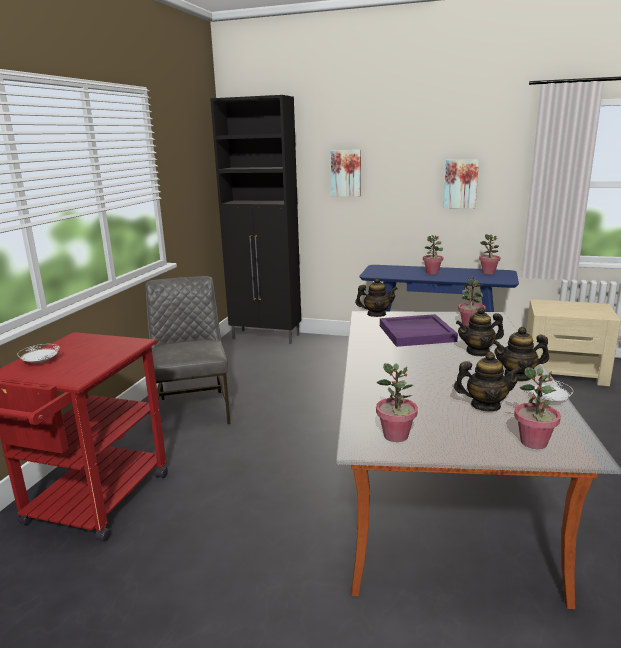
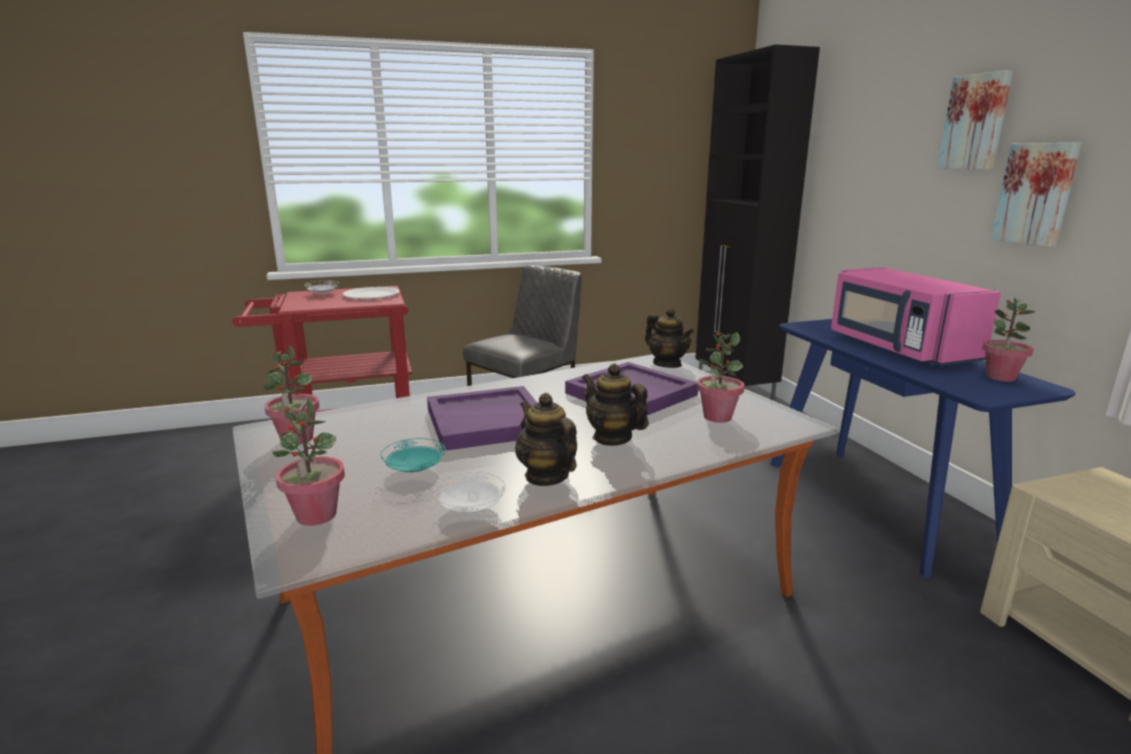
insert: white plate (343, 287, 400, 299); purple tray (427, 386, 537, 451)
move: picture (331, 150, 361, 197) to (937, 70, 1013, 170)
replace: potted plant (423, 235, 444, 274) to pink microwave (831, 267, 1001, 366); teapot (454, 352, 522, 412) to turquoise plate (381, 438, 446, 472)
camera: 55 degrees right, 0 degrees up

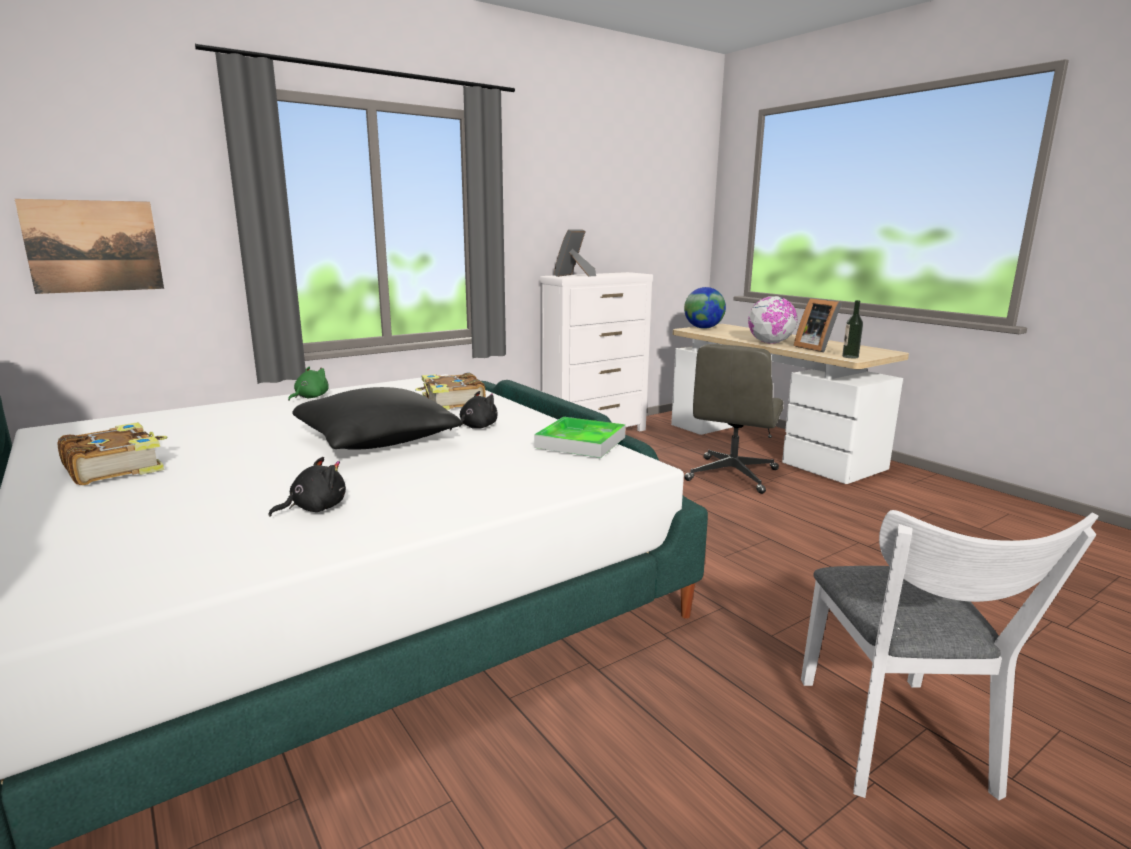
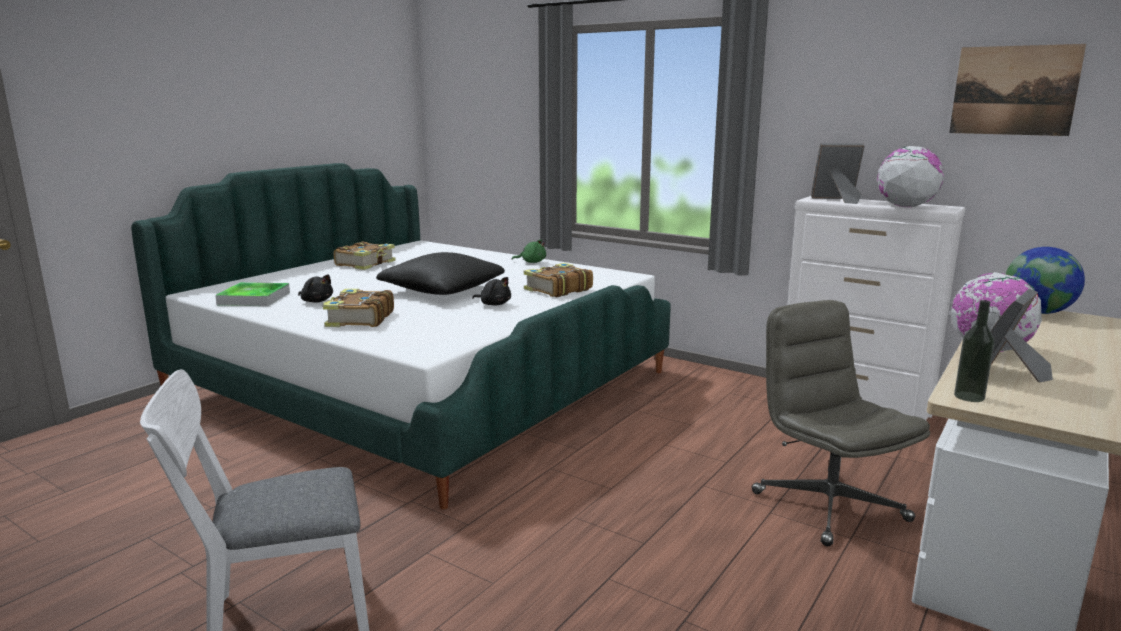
insert: book (323, 289, 394, 327); globe (877, 146, 944, 207)
move: picture (15, 199, 164, 294) to (949, 44, 1086, 136); tray (534, 417, 626, 458) to (215, 282, 290, 306)
rotate: grey office chair (684, 344, 784, 494) = (752, 300, 930, 546) 60 degrees clockwise
camera: 70 degrees right, 0 degrees up

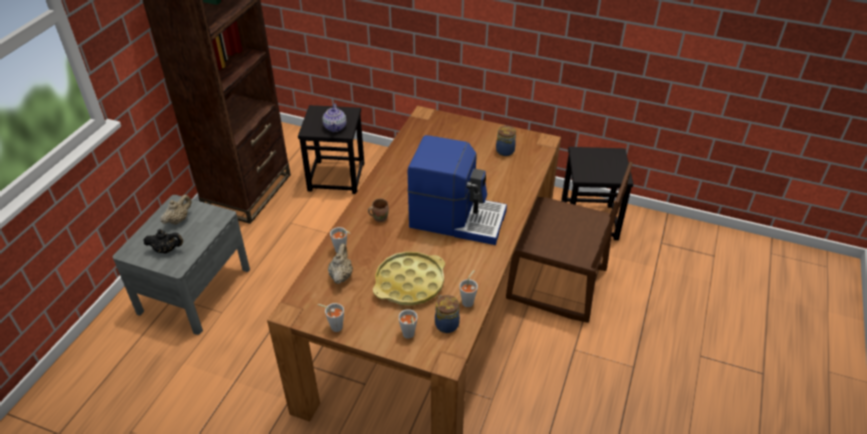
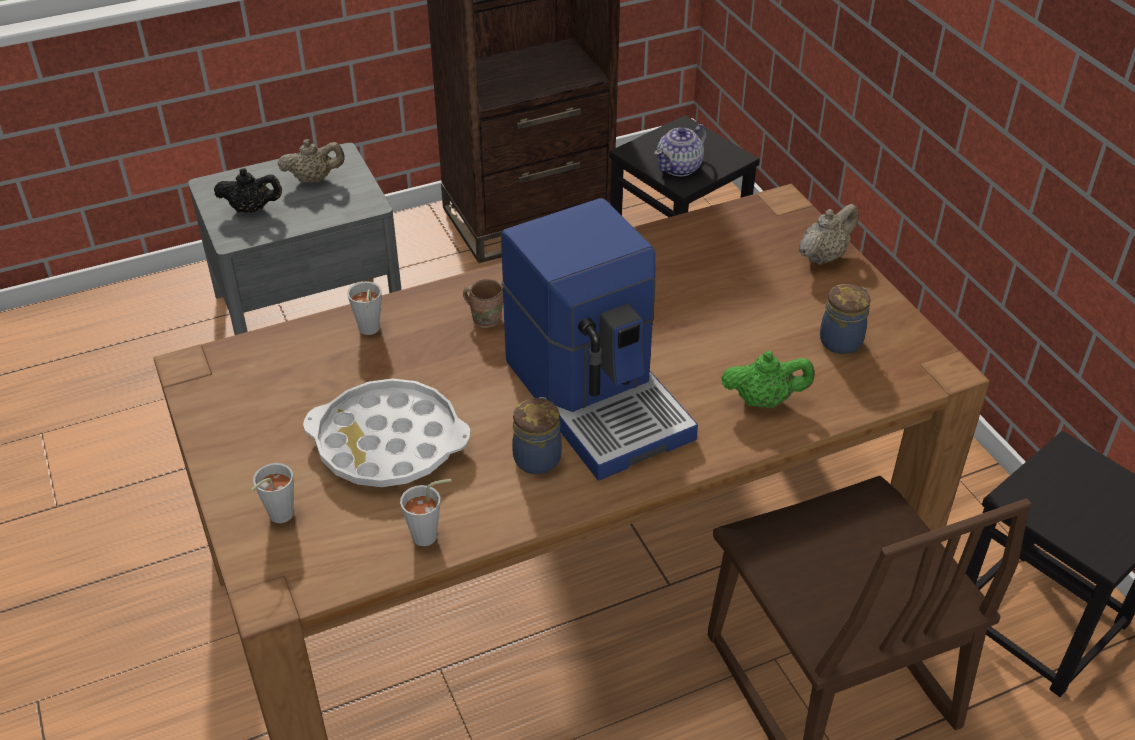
delete: grey cup (318, 303, 344, 332)
insert: green teapot (721, 351, 815, 408)
move: beige teapot (328, 243, 353, 284) to (799, 204, 858, 265); jar (435, 295, 460, 333) to (512, 397, 562, 475)
recolor: yellow tray (373, 252, 445, 306) to white tray (303, 379, 471, 487)
rotate: black teapot (143, 229, 183, 253) = (214, 168, 282, 213) 45 degrees counterclockwise
camera: 45 degrees right, 0 degrees up

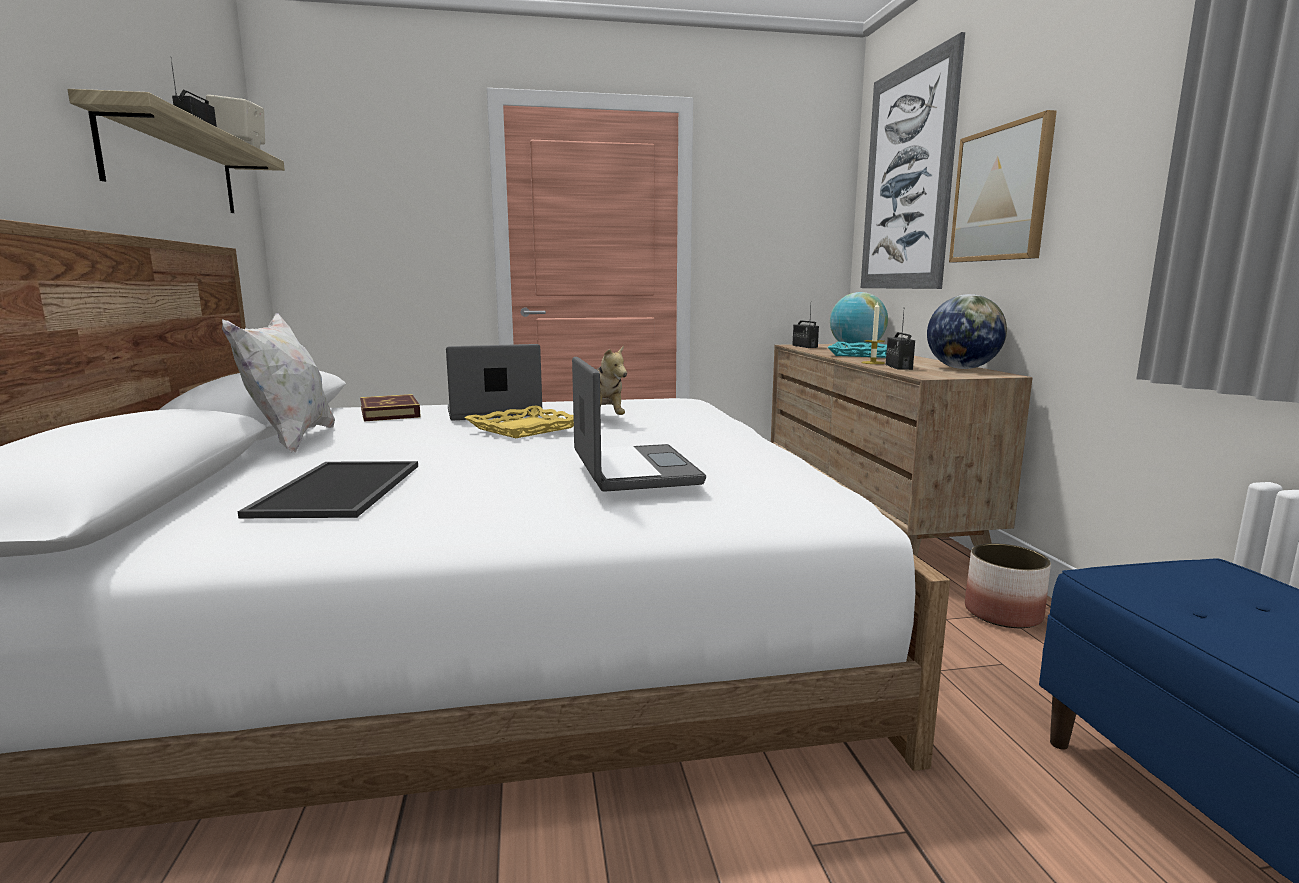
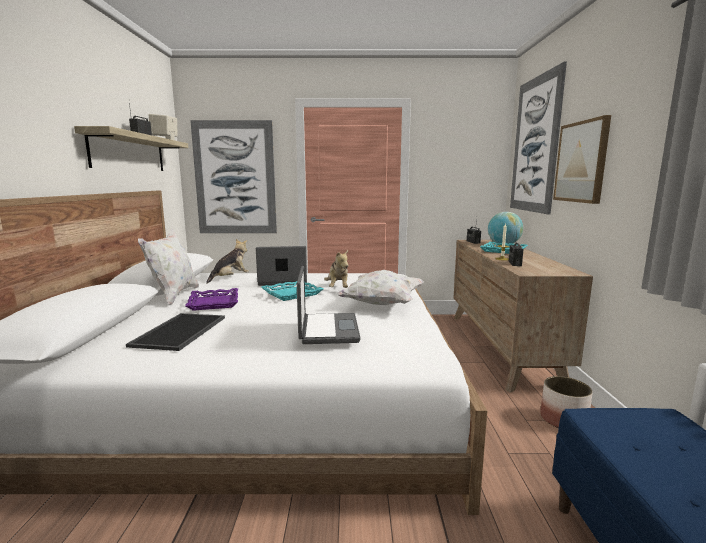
delete: globe (927, 294, 1007, 369)
insert: purple tray (185, 288, 238, 311); picture (190, 120, 277, 233); white pillow (337, 270, 424, 305)
replace: book (360, 394, 421, 421) to plush toy (206, 239, 249, 284)
recolor: yellow tray (465, 405, 574, 438) to turquoise tray (261, 281, 323, 301)
camera: 10 degrees right, 0 degrees up

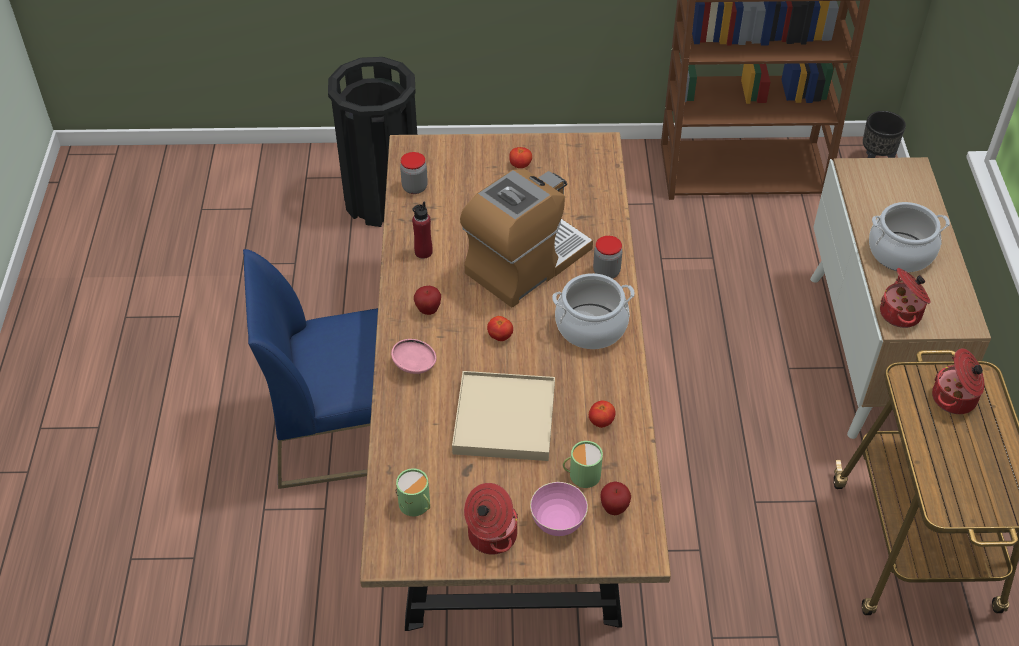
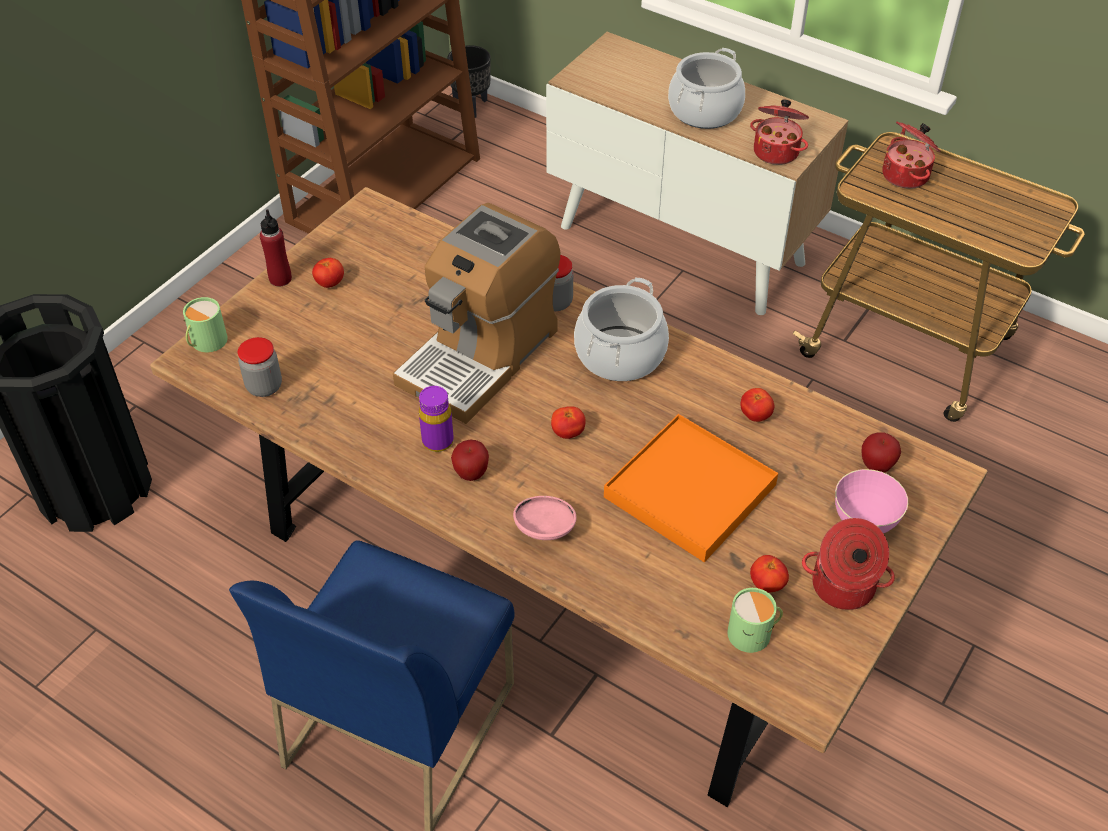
insert: purple bottle (419, 386, 454, 452); tomato (750, 555, 789, 593)
move: red bottle (412, 201, 433, 259) to (260, 210, 292, 286); green mug (563, 441, 603, 488) to (183, 297, 228, 353)
recolor: beige tray (452, 371, 555, 461) to orange tray (604, 414, 778, 562)
rotate: coffee machine (460, 169, 593, 307) = (393, 203, 560, 424) 135 degrees counterclockwise
camera: 55 degrees left, 0 degrees up

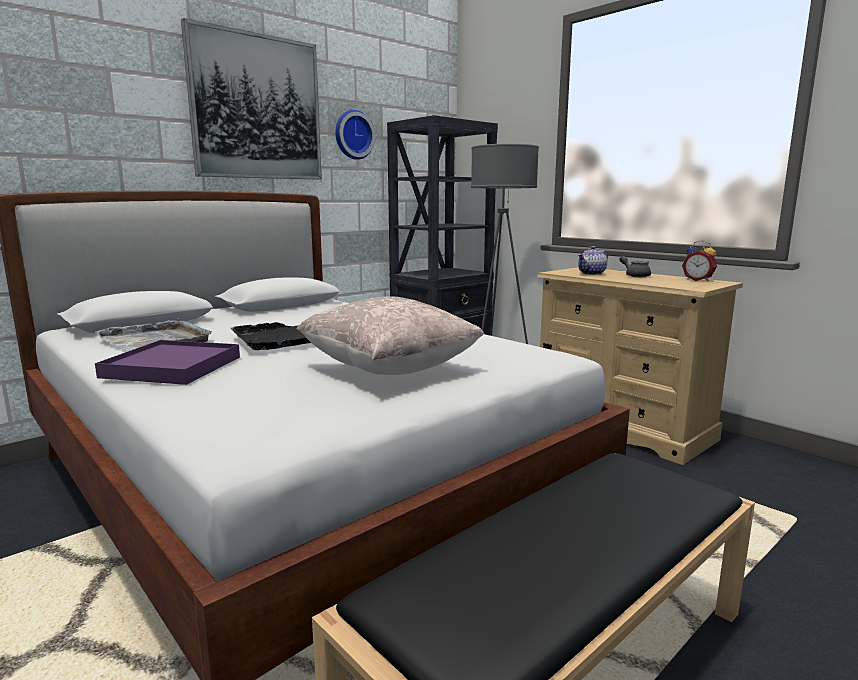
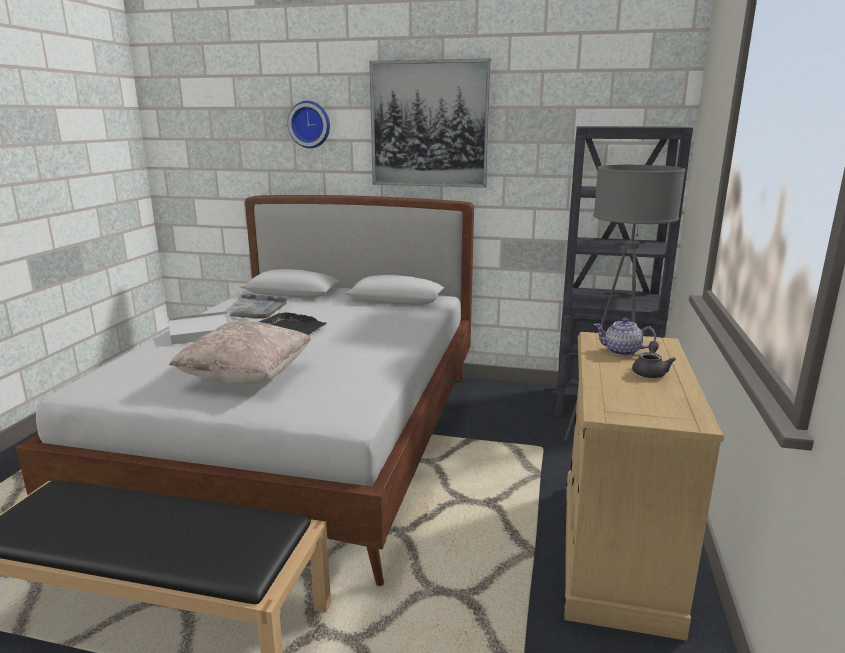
delete: alarm clock (682, 240, 717, 282)
move: wall clock (335, 110, 375, 160) to (288, 101, 330, 148)
recolor: purple tray (95, 340, 240, 385) to white tray (168, 311, 232, 345)
camera: 55 degrees right, 5 degrees up

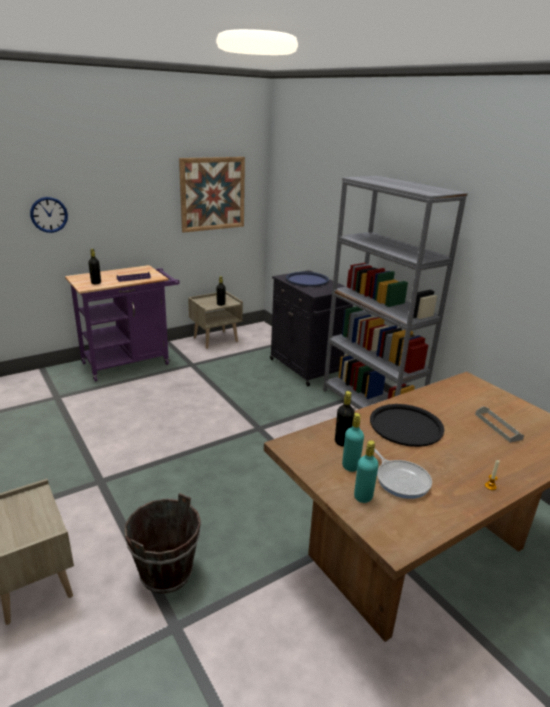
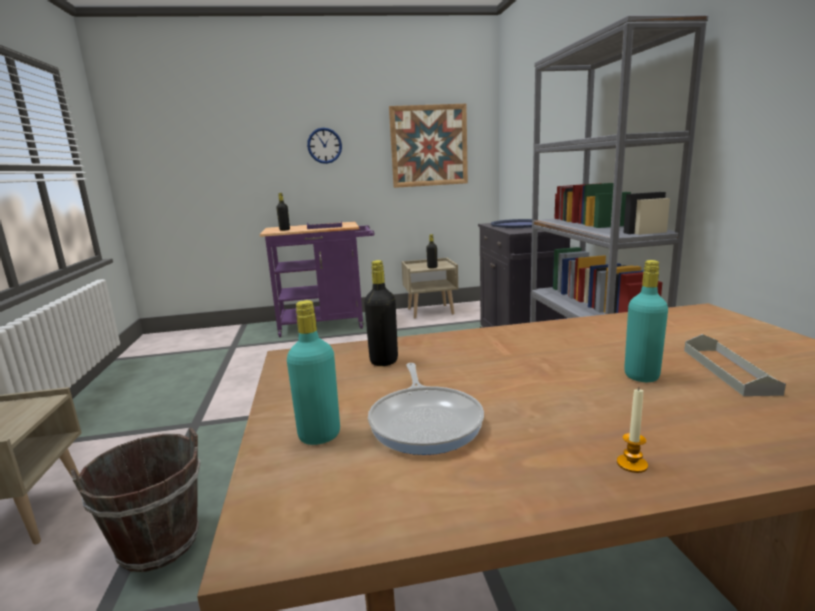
delete: black tray (370, 404, 444, 447)
move: wall clock (30, 197, 68, 233) to (307, 128, 342, 164); turquoise bottle (342, 413, 364, 472) to (624, 260, 668, 382)
camera: 25 degrees right, 10 degrees down

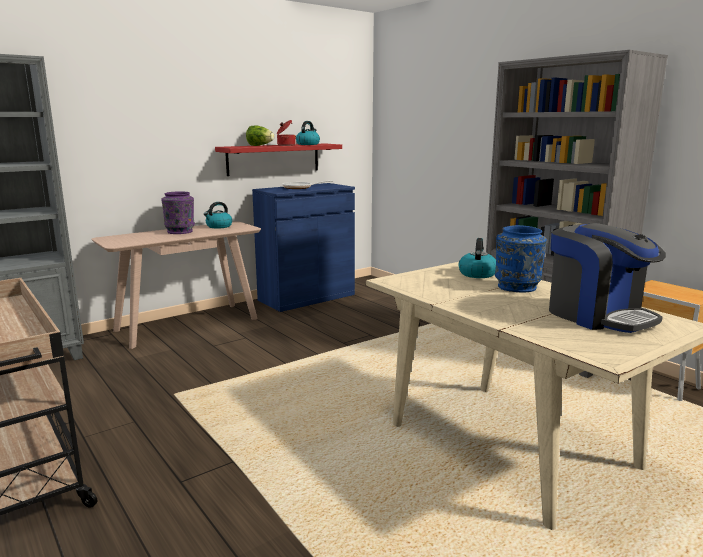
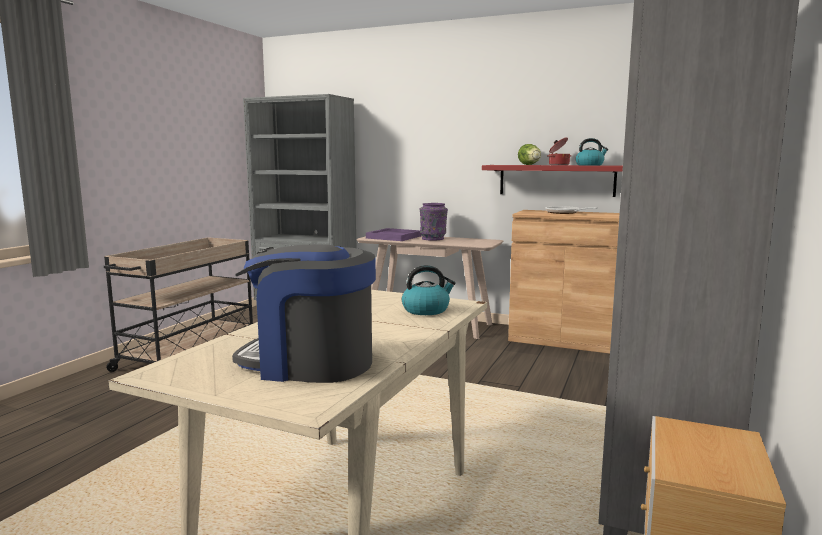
delete: kettle (204, 202, 232, 228); blue vase (495, 225, 547, 292)
insert: purple tray (366, 228, 422, 241)
recolor: blue cabinet (252, 183, 355, 312) to brown cabinet (508, 210, 620, 354)
rotate: coffee machine (549, 223, 666, 333) = (232, 244, 376, 383) 75 degrees clockwise
camera: 60 degrees right, 5 degrees down

